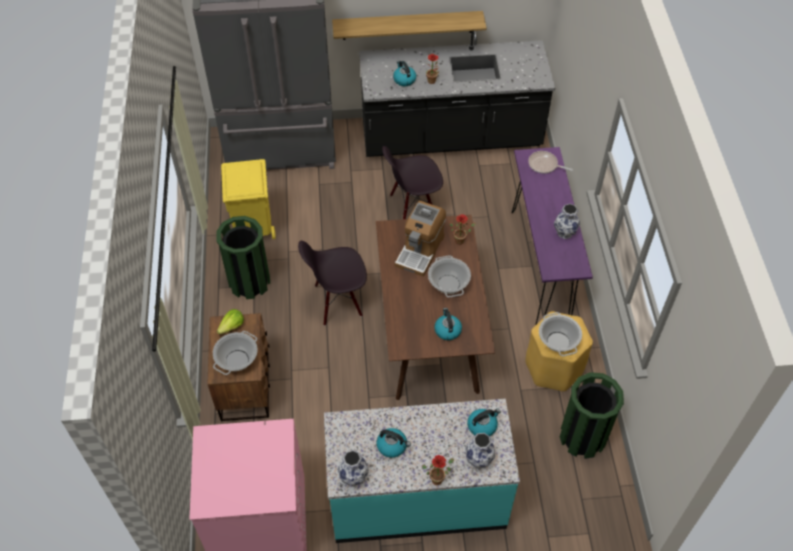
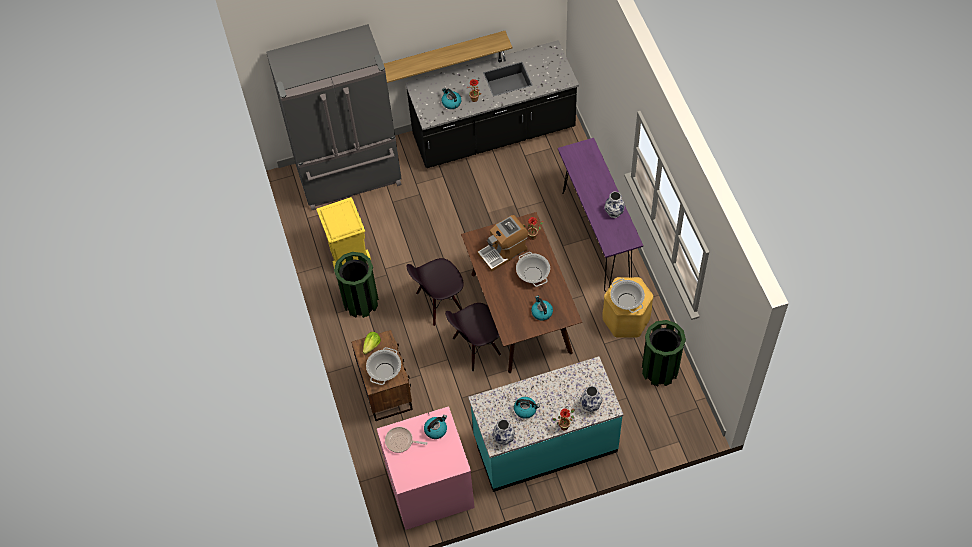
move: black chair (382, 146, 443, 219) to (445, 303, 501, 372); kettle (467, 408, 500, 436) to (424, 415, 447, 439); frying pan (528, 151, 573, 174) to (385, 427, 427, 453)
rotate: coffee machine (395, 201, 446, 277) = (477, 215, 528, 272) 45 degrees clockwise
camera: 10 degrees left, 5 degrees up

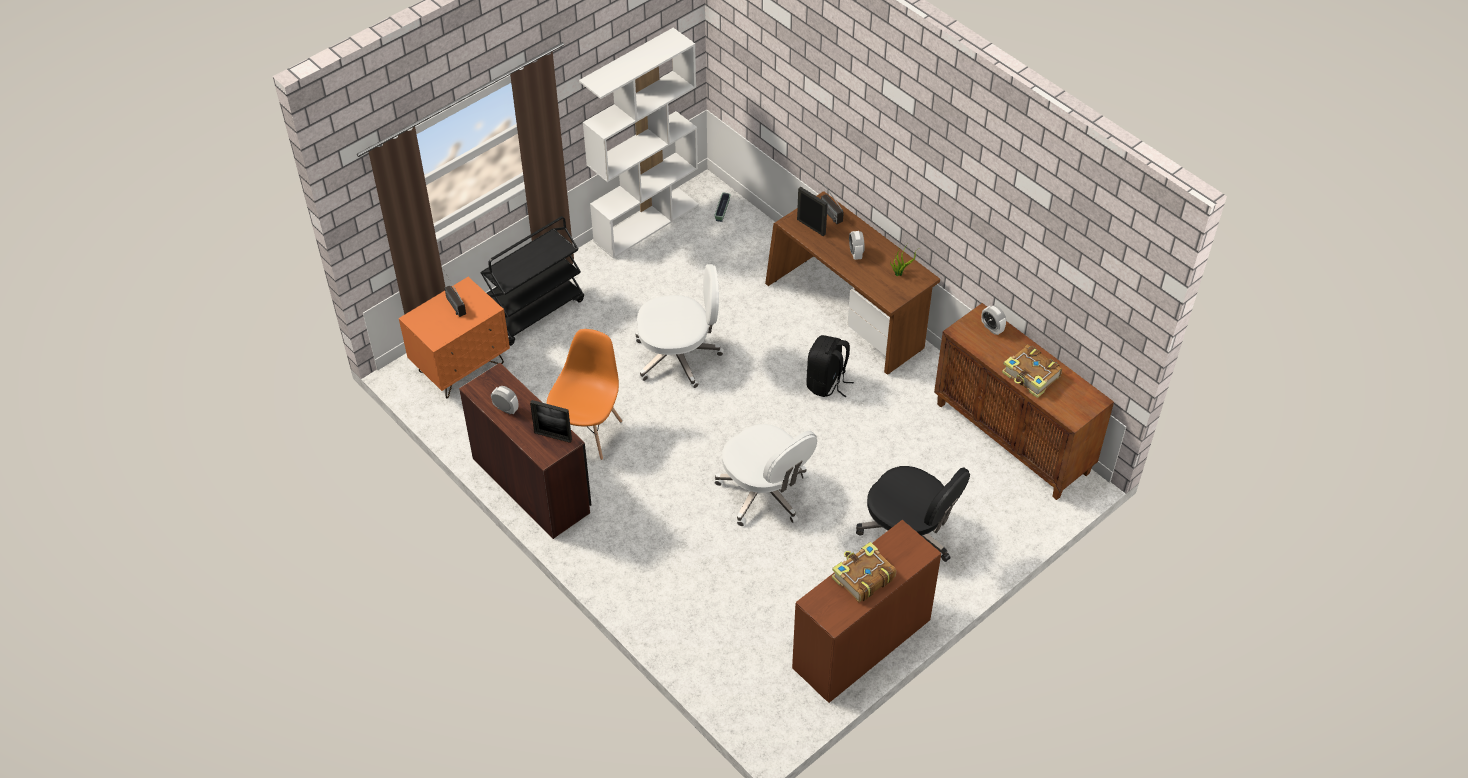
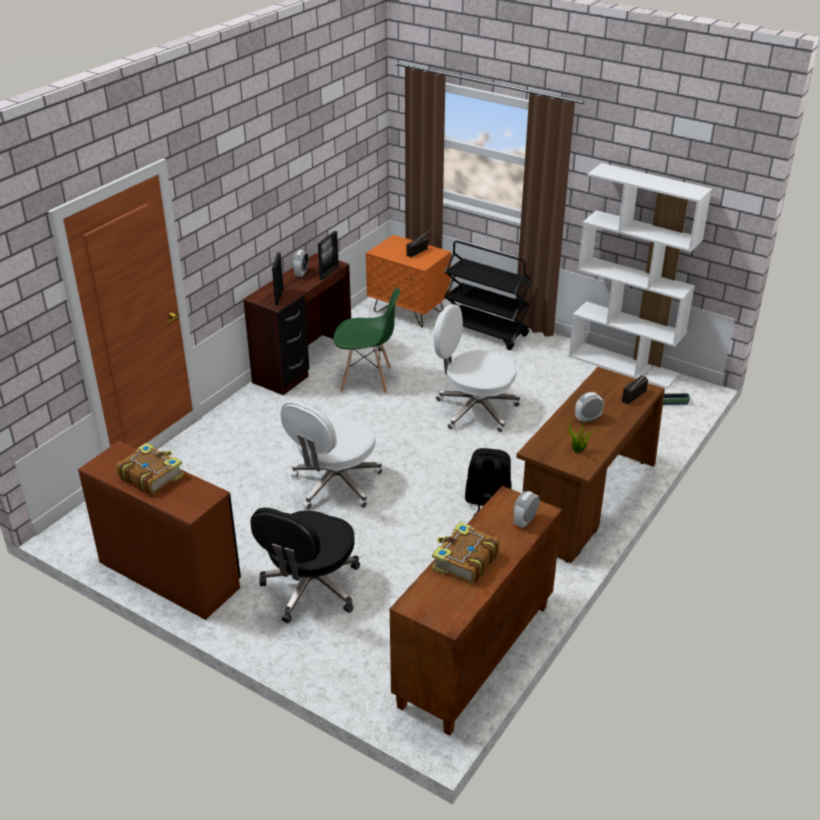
move: picture frame (797, 187, 828, 236) to (318, 231, 339, 281)
recolor: orange chair (547, 329, 622, 460) to green chair (333, 287, 400, 394)
rotate: white office chair (636, 264, 724, 388) = (433, 304, 520, 432) 135 degrees clockwise
camera: 75 degrees right, 15 degrees down

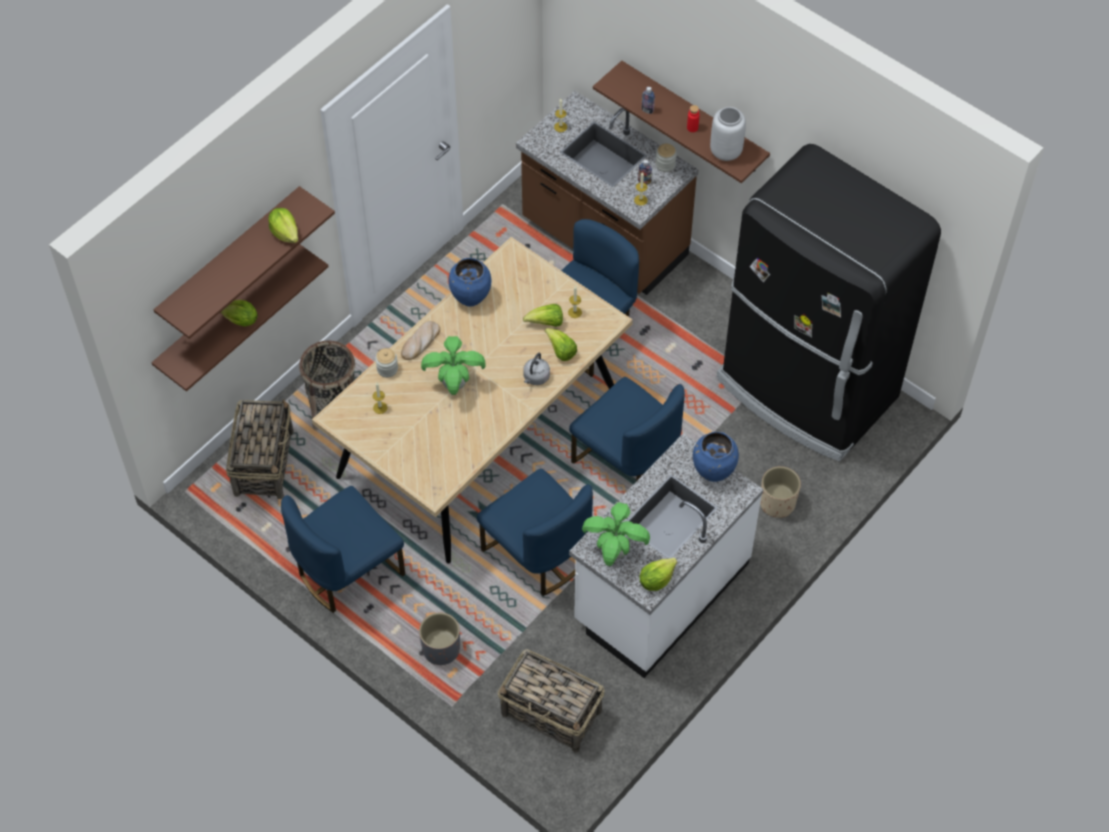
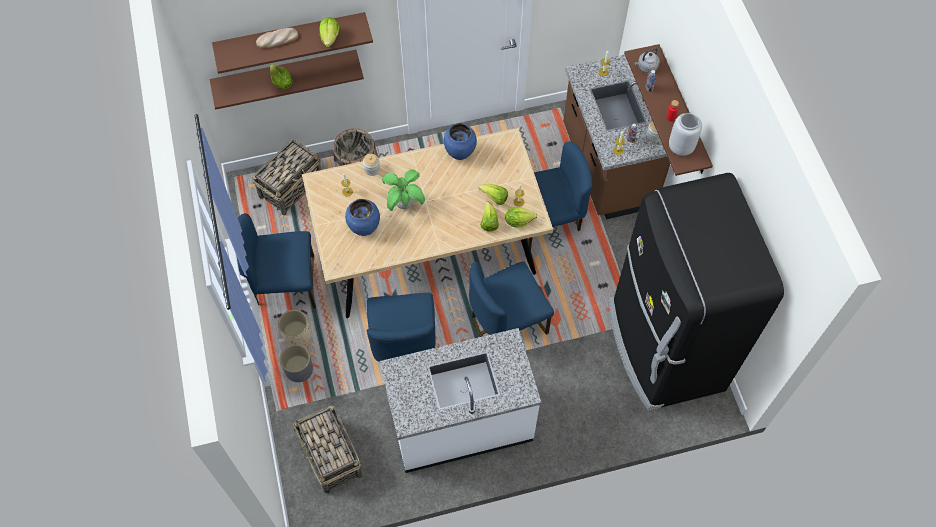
delete: potted plant (582, 502, 650, 566)
move: bread (401, 321, 440, 360) to (256, 28, 299, 48); grey kettle (524, 353, 550, 385) to (634, 48, 660, 73); lettuce (639, 558, 677, 591) to (505, 207, 537, 227); blue vase (693, 431, 739, 482) to (345, 199, 380, 236); beige planter (760, 466, 801, 518) to (278, 310, 311, 346)
rotate: blue chair (569, 377, 685, 481) = (469, 261, 554, 337) 75 degrees clockwise
camera: 35 degrees right, 5 degrees up

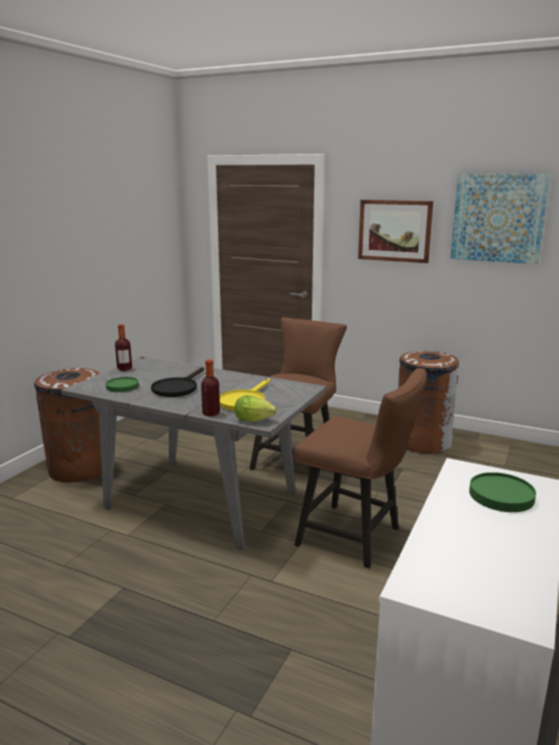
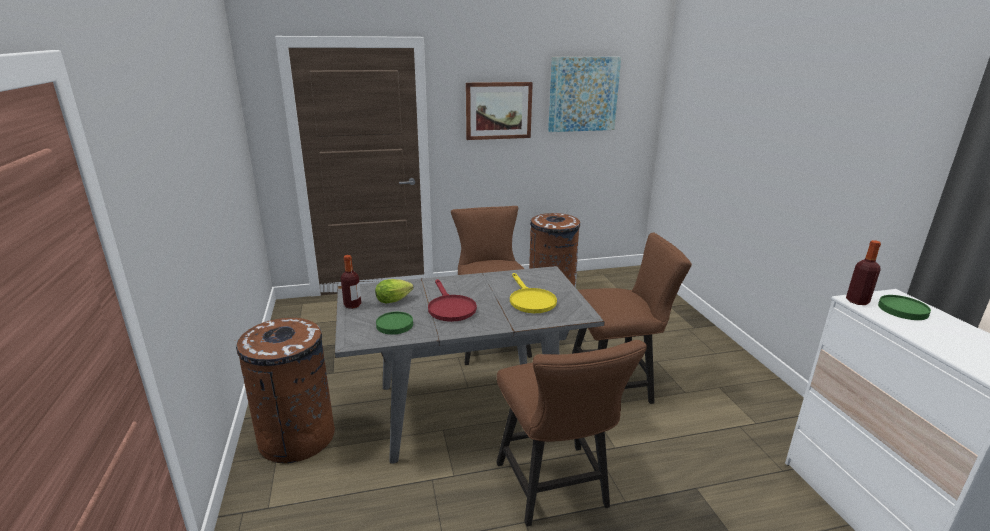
insert: brown chair (496, 340, 647, 527)
move: bottle (201, 359, 220, 416) to (846, 240, 881, 305); lettuce (234, 395, 277, 422) to (375, 279, 413, 303)
recolor: black frying pan (151, 367, 204, 397) to red frying pan (428, 279, 477, 322)
camera: 40 degrees left, 5 degrees up

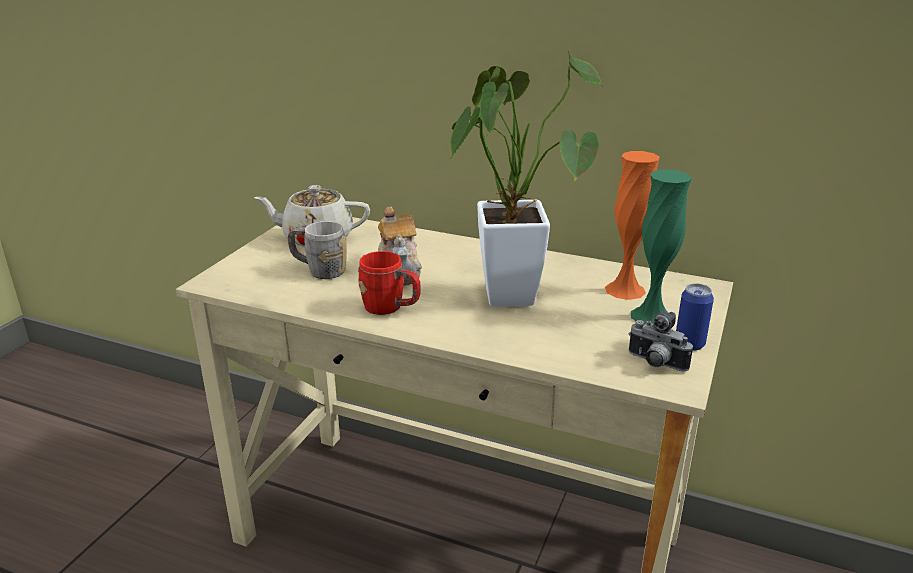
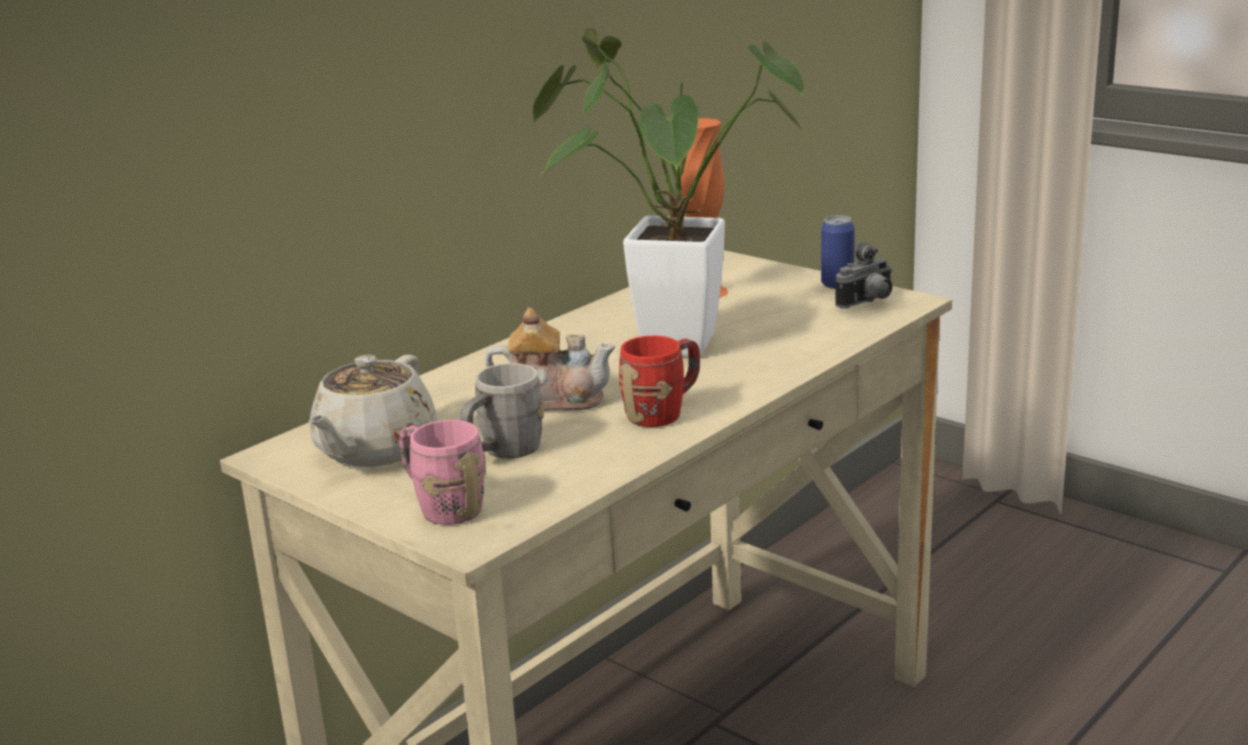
delete: green vase (631, 169, 692, 325)
insert: pink mug (399, 420, 486, 525)
camera: 70 degrees left, 5 degrees down

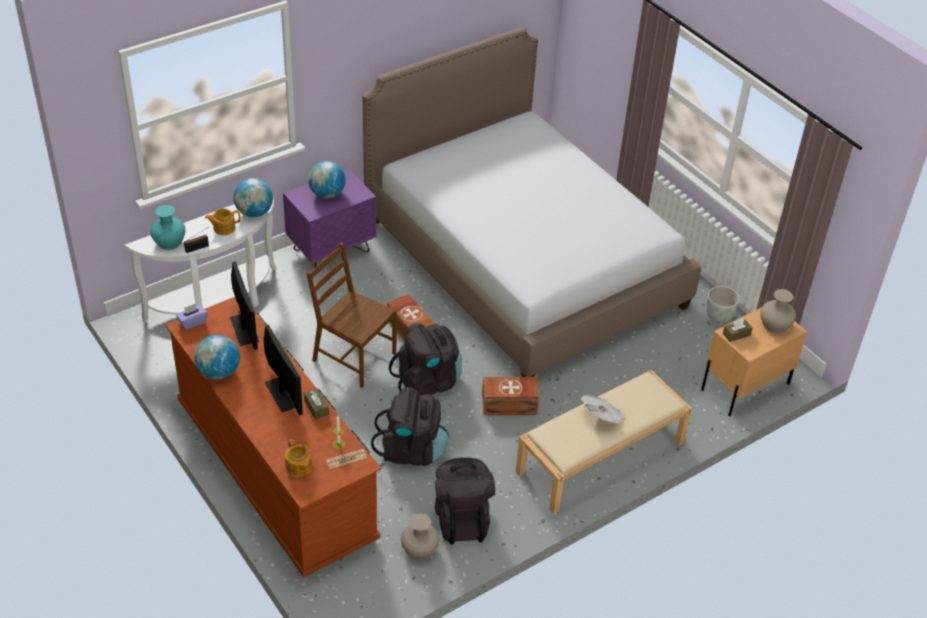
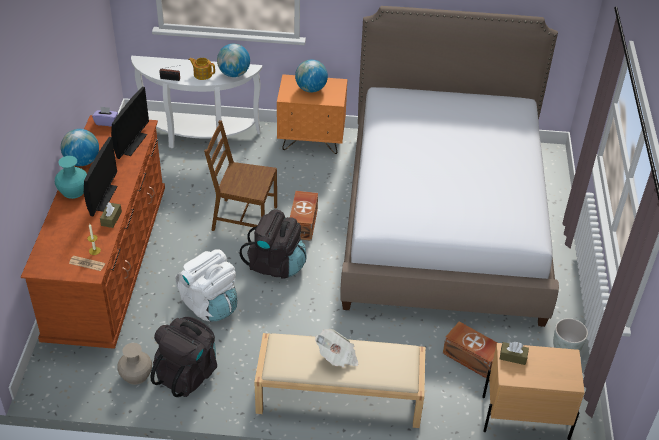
delete: teapot (285, 439, 312, 477); beige vase (760, 289, 796, 334)
move: turquoise vase (150, 205, 186, 250) to (55, 156, 87, 199); brown storage box (482, 377, 539, 415) to (443, 321, 498, 378)
recolor: purple nightstand (283, 169, 376, 268) to orange nightstand (277, 74, 347, 154); black backpack (371, 387, 449, 466) to white backpack (176, 249, 237, 322)
rotate: brown chair (306, 242, 397, 388) = (204, 120, 277, 231) 60 degrees counterclockwise
camera: 40 degrees right, 0 degrees up

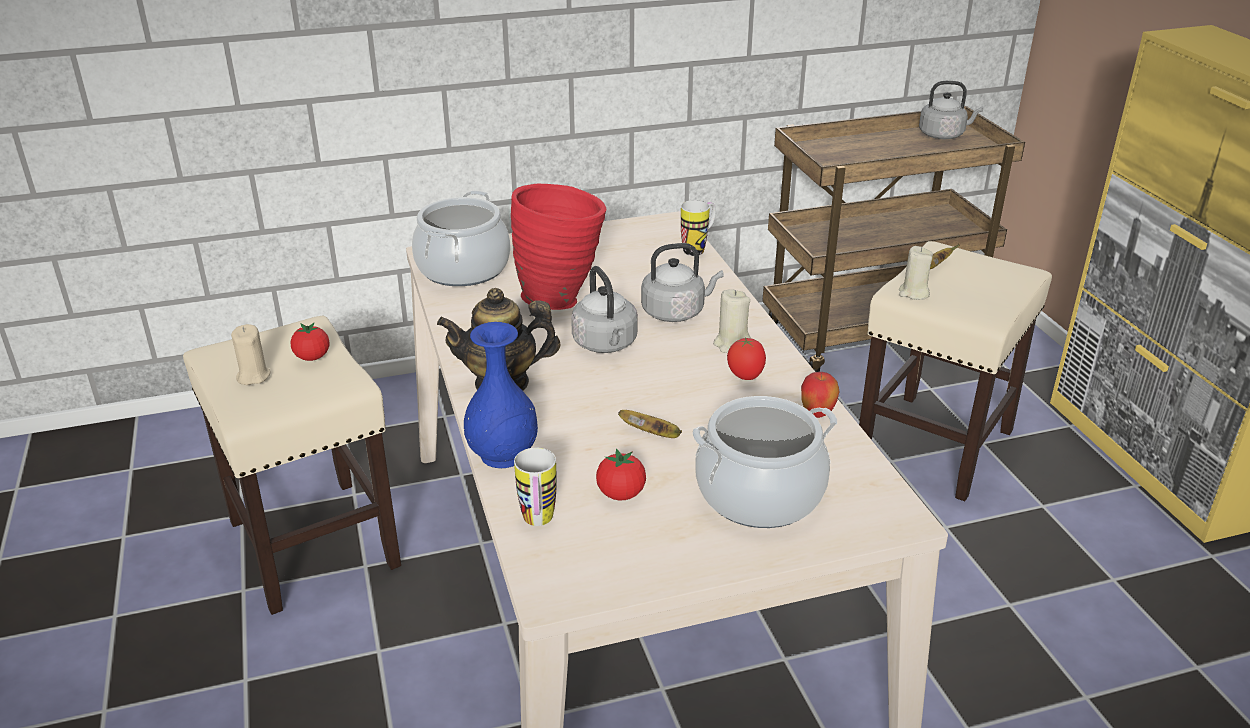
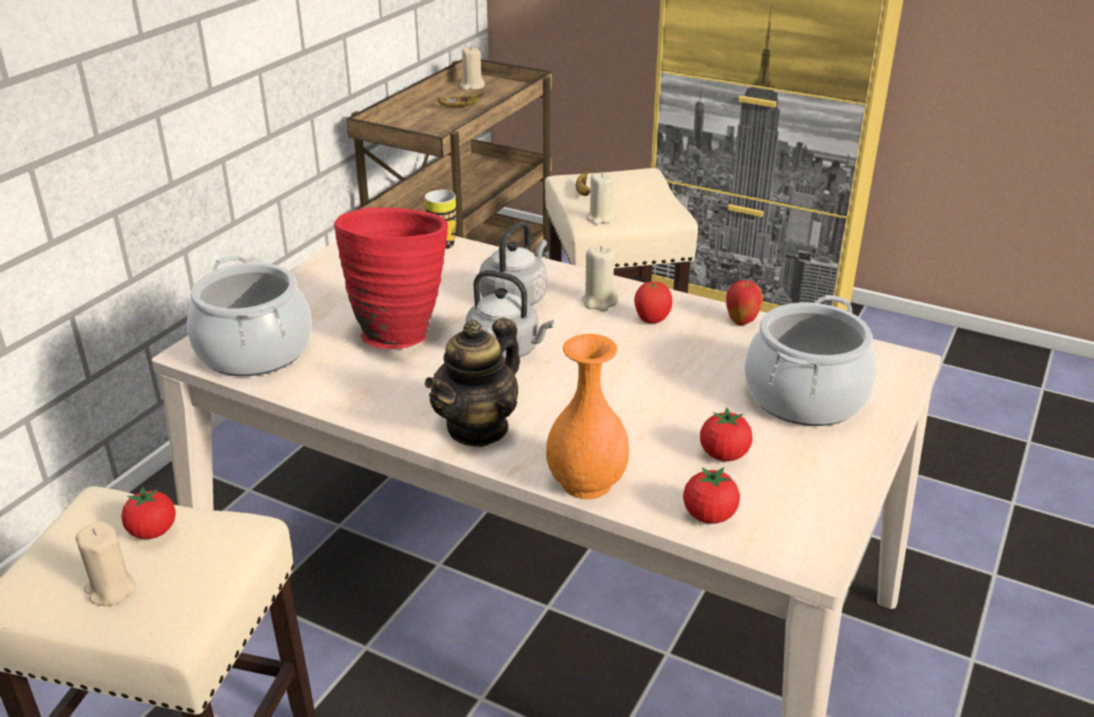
move: banana (618, 410, 682, 438) to (437, 92, 484, 107)
replace: mug (514, 448, 557, 526) to tomato (683, 467, 740, 524); grey kettle (919, 81, 983, 139) to beige candle (460, 47, 485, 90)
recolor: blue vase (464, 322, 538, 468) to orange vase (546, 334, 629, 499)
camera: 45 degrees left, 0 degrees up

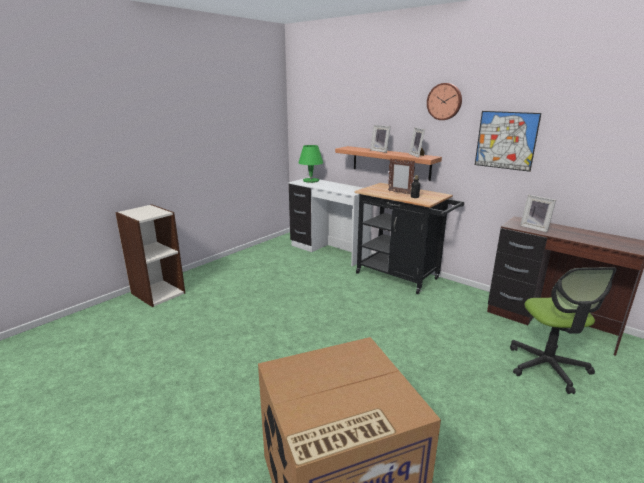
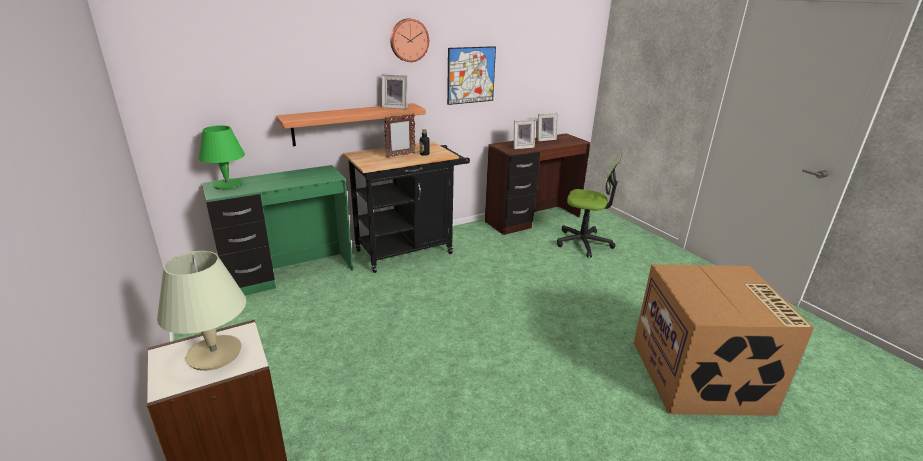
insert: beige table lamp (157, 251, 246, 371)
move: picture frame (370, 125, 391, 153) to (538, 113, 558, 142)
recolor: white desk (289, 177, 372, 266) to green desk (202, 165, 353, 296)
camera: 70 degrees left, 5 degrees up

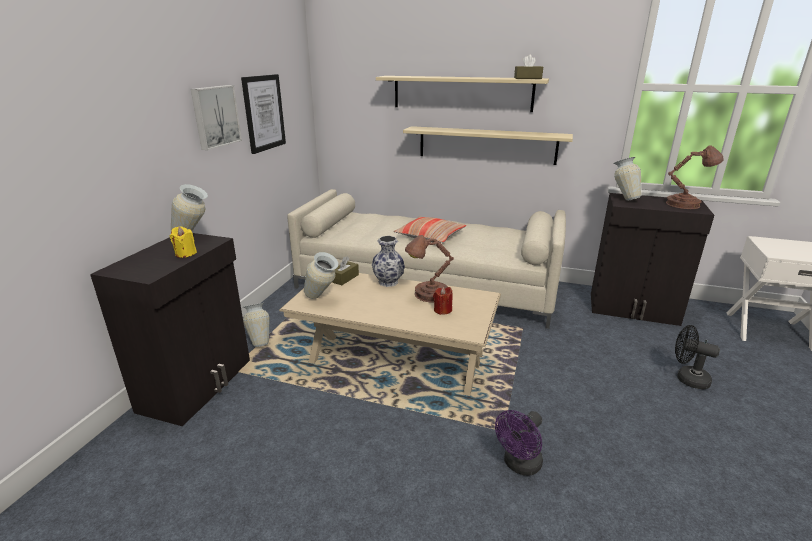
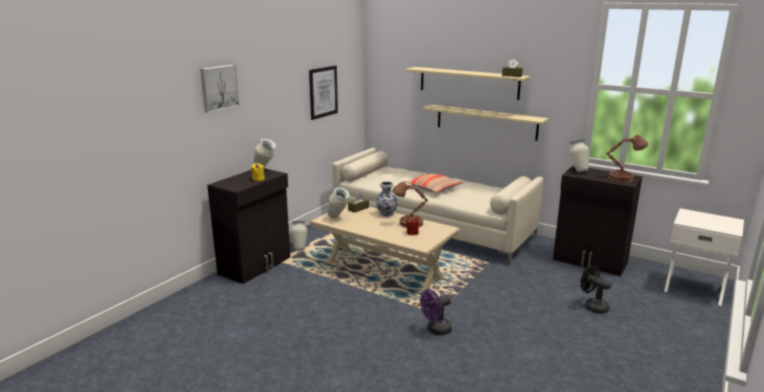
move: picture (191, 85, 242, 150) to (200, 65, 240, 113)
camera: 15 degrees right, 5 degrees down

